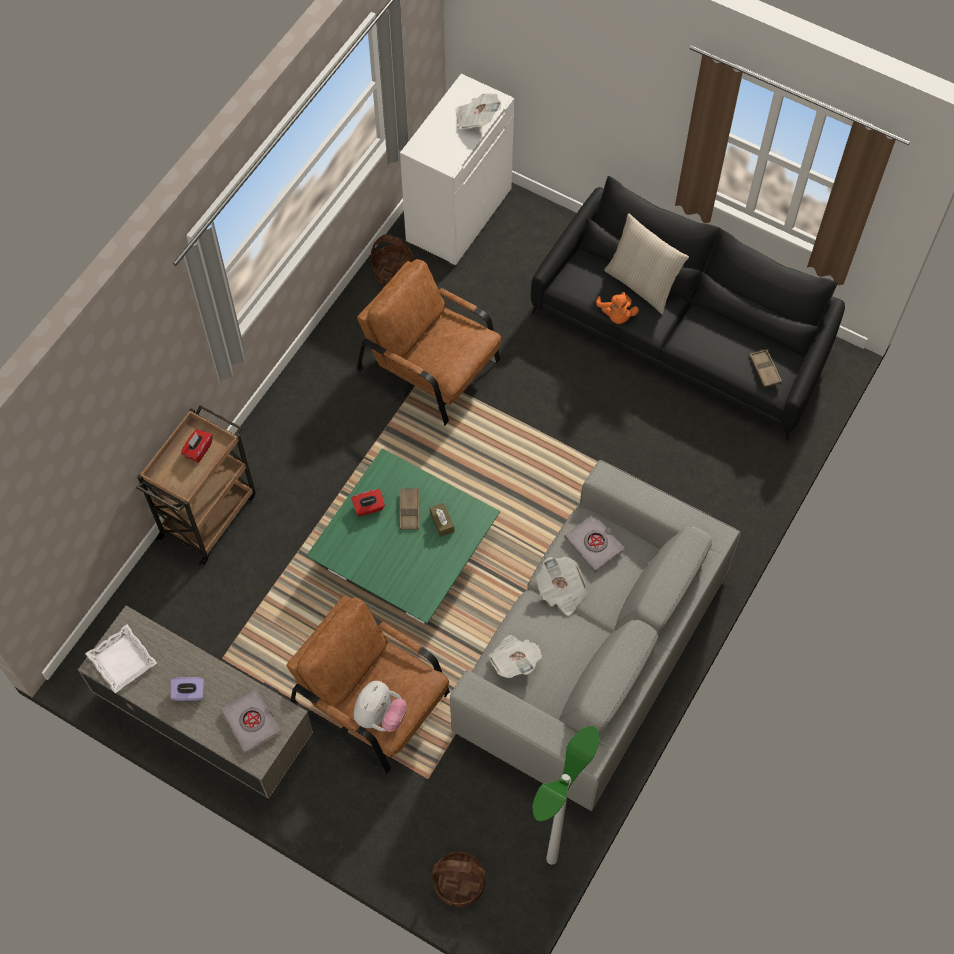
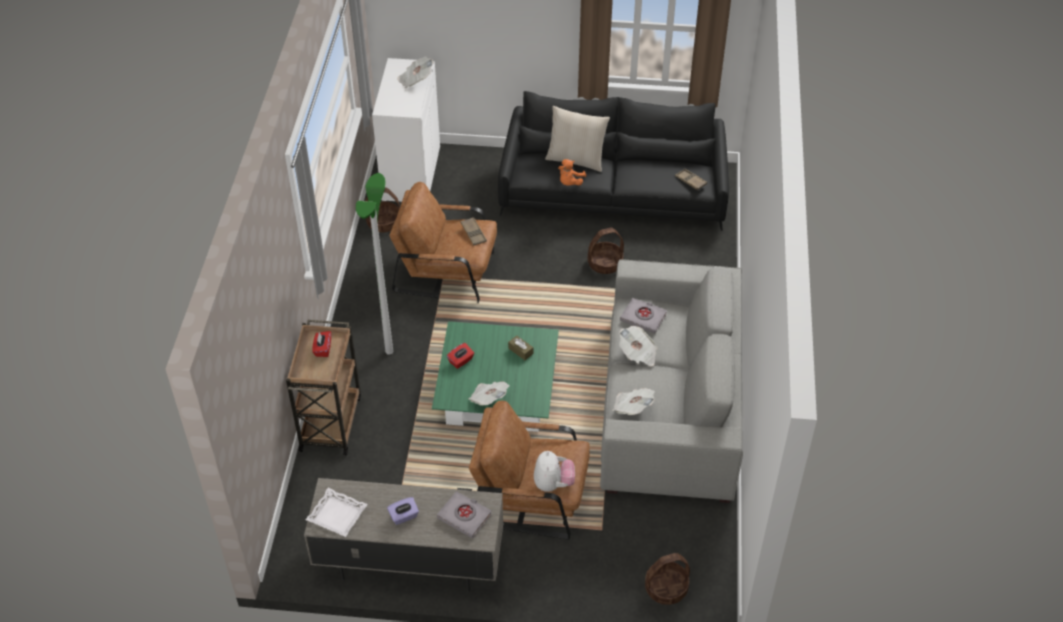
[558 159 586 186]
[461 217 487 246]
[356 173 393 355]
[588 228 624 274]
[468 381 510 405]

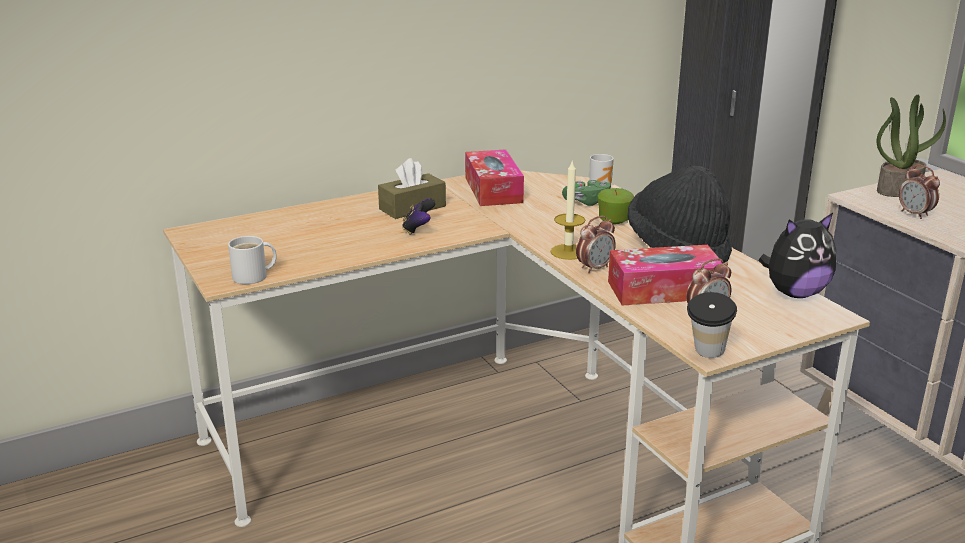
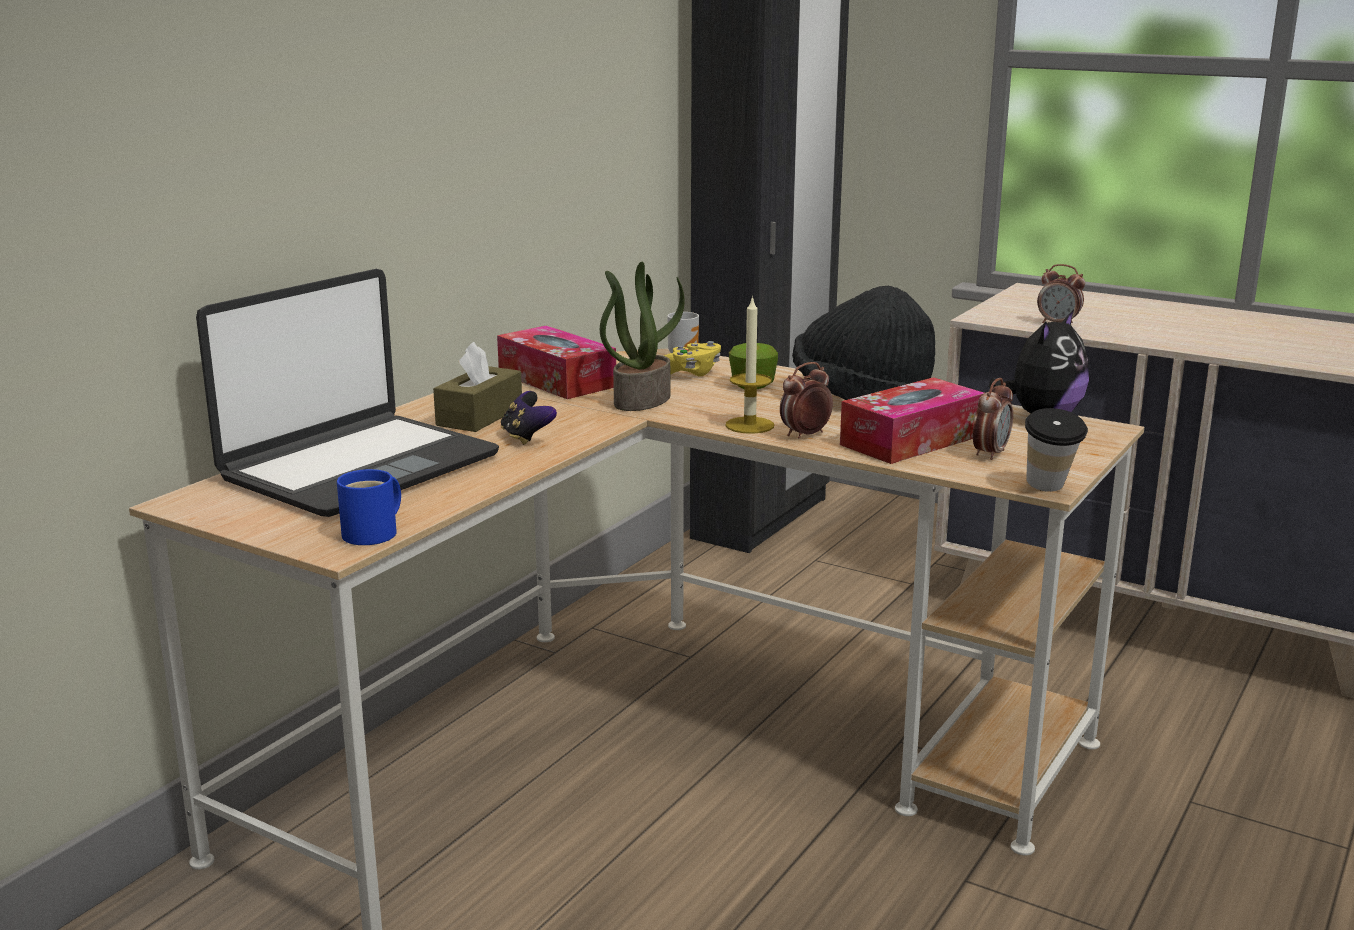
[600 262 685 411]
[664 341 721 376]
[780 362 833 438]
[337 469 401 545]
[196 269 499 517]

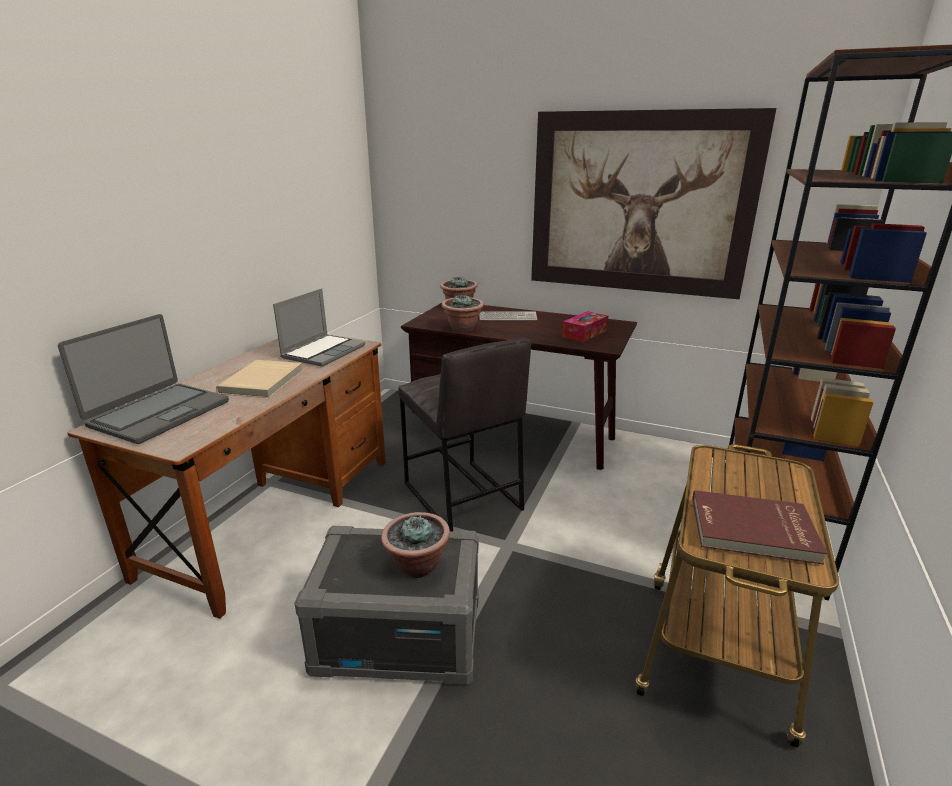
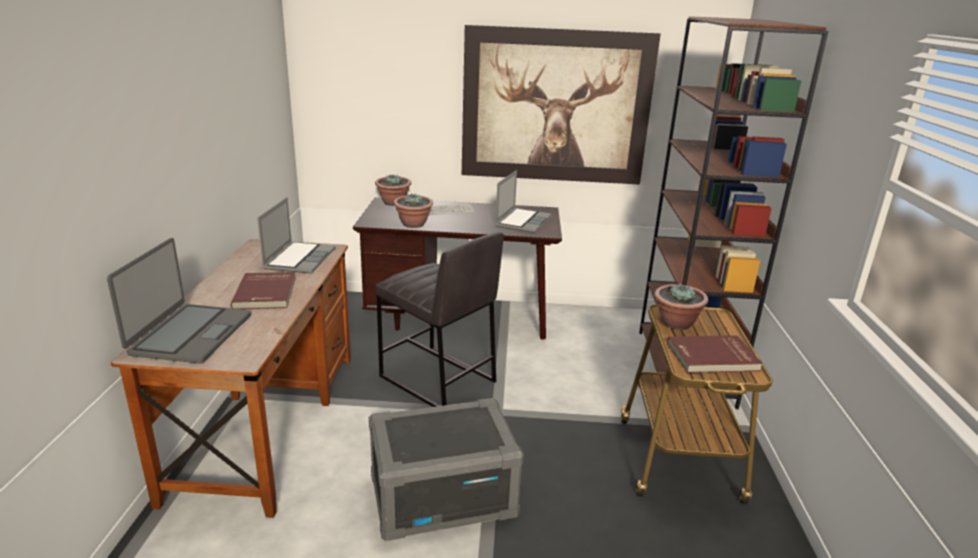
[495 170 551 233]
[231 272 296 309]
[654 283 708 330]

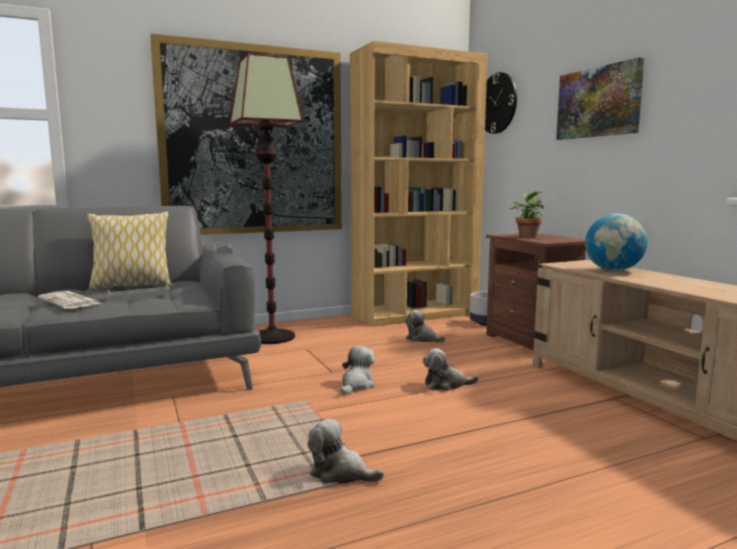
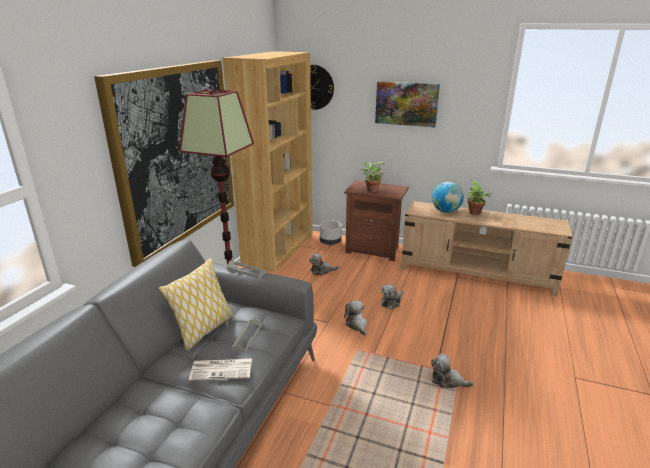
[431 353 474 388]
[468 181 490 215]

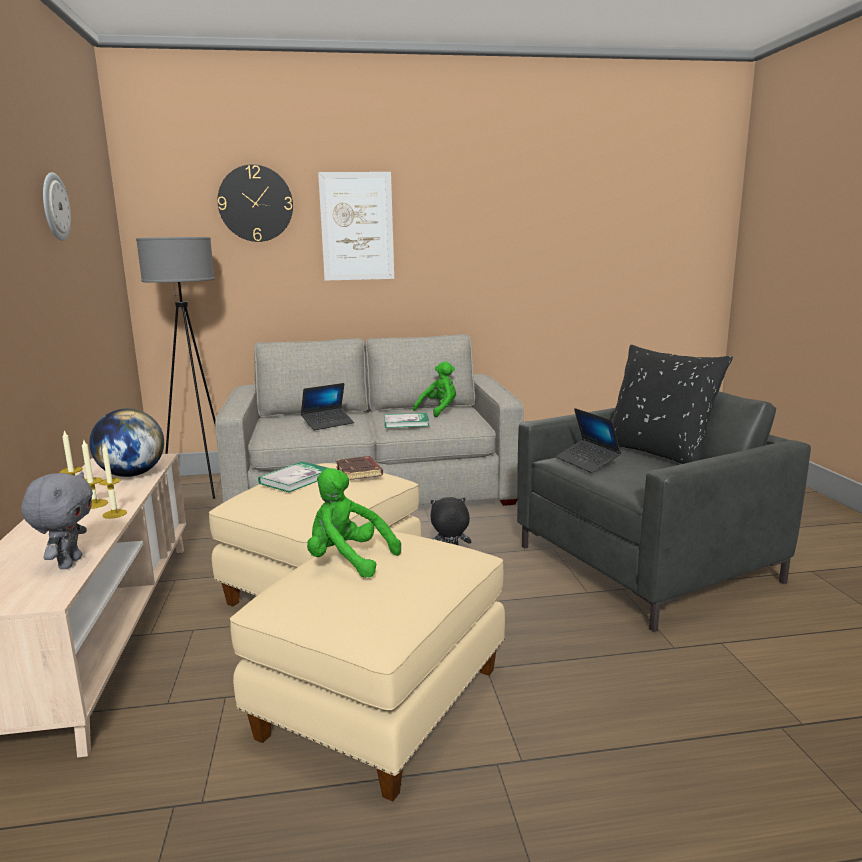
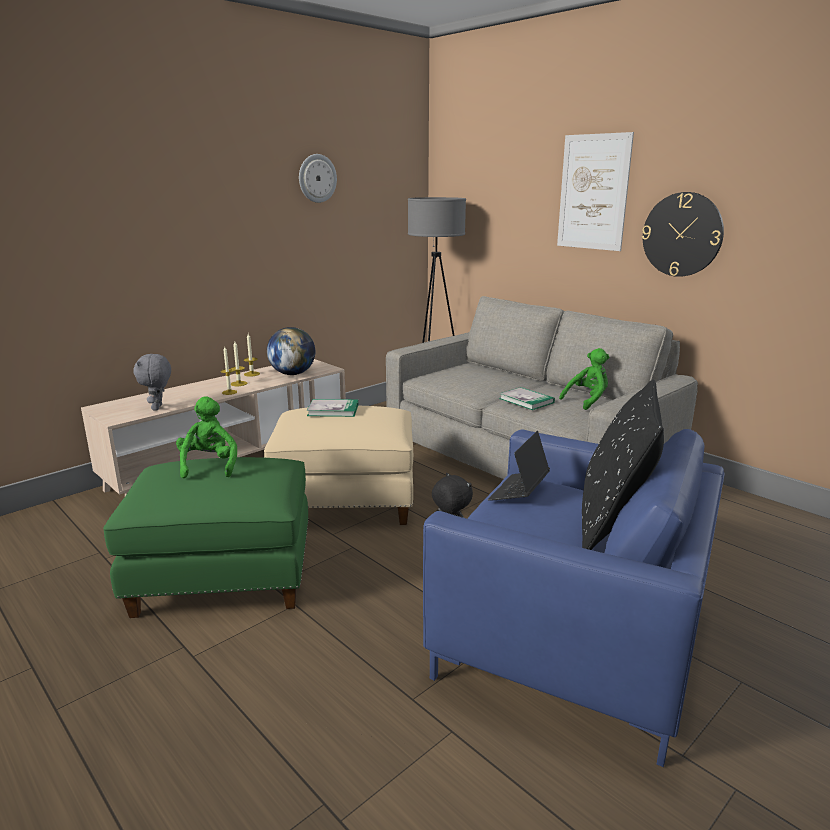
[642 192 724 277]
[559 348 609 410]
[301 383 354 430] (first image)
[423 429 725 767]
[336 456 383 480] (first image)
[133 354 171 410]
[103 457 309 618]

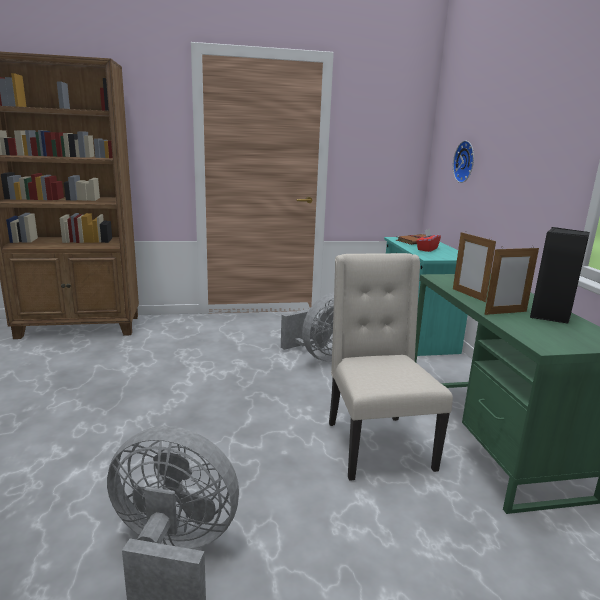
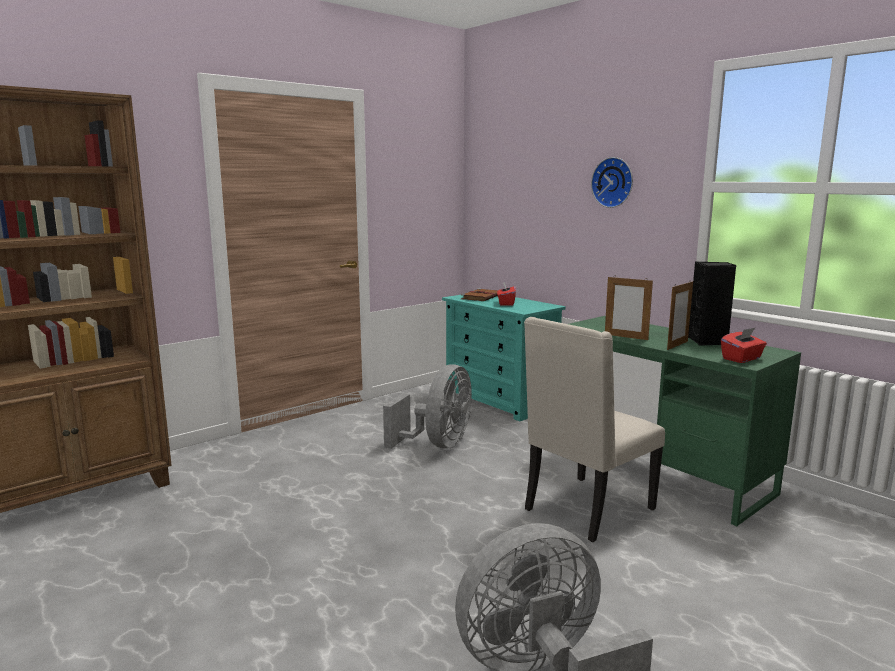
[591 157 633 208]
[524 317 665 542]
[721 328 767 363]

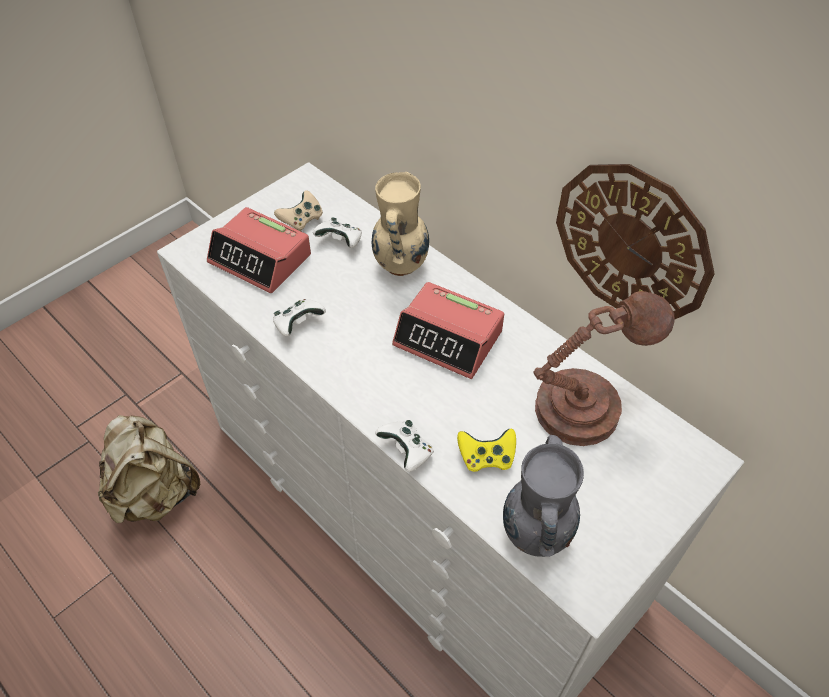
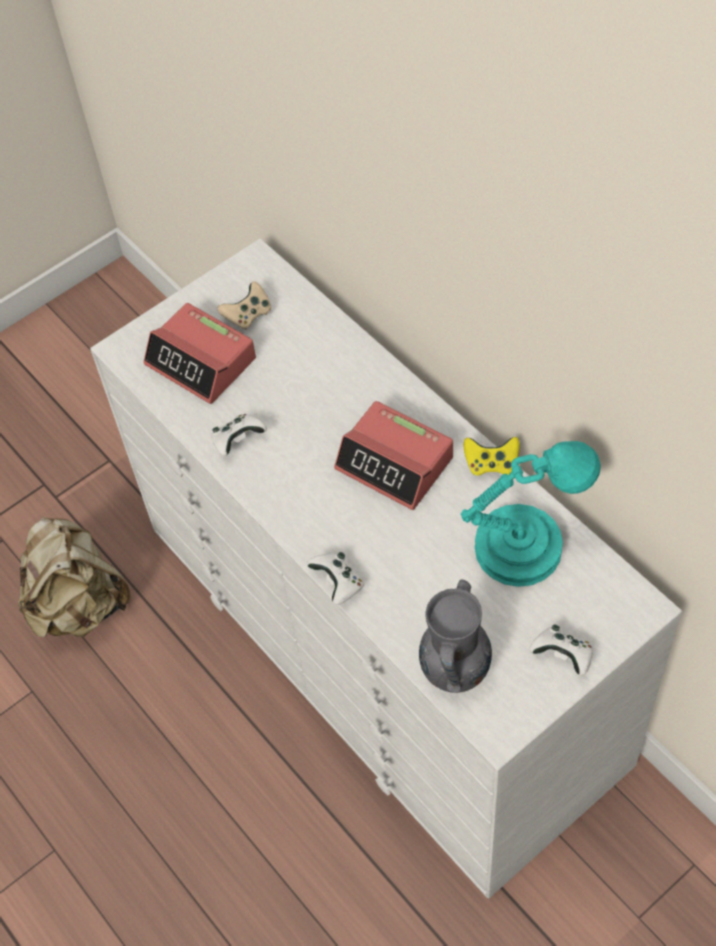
[556 164 715 319] (first image)
[372 172 429 276] (first image)
[530 624 593 676]
[461 441 601 587]
[464 437 520 476]

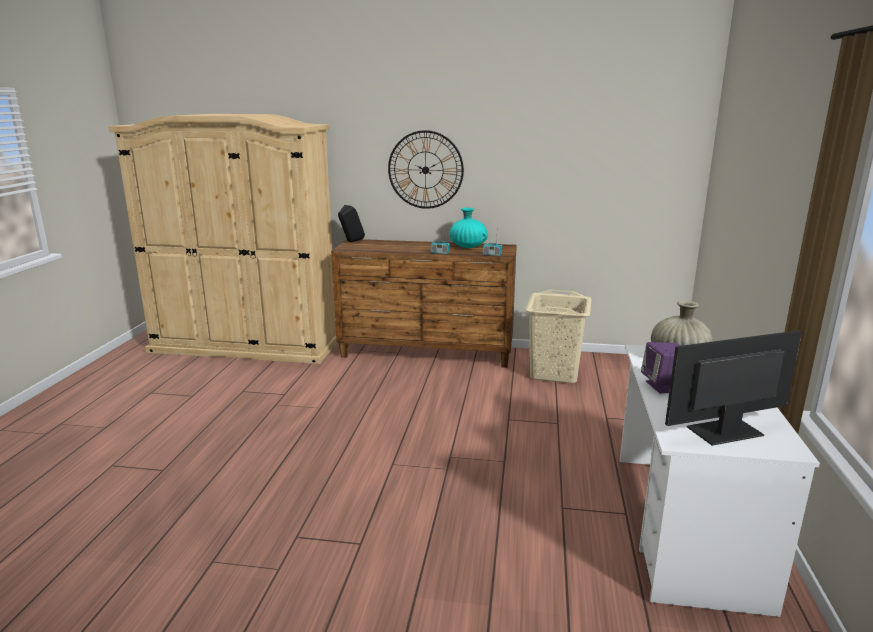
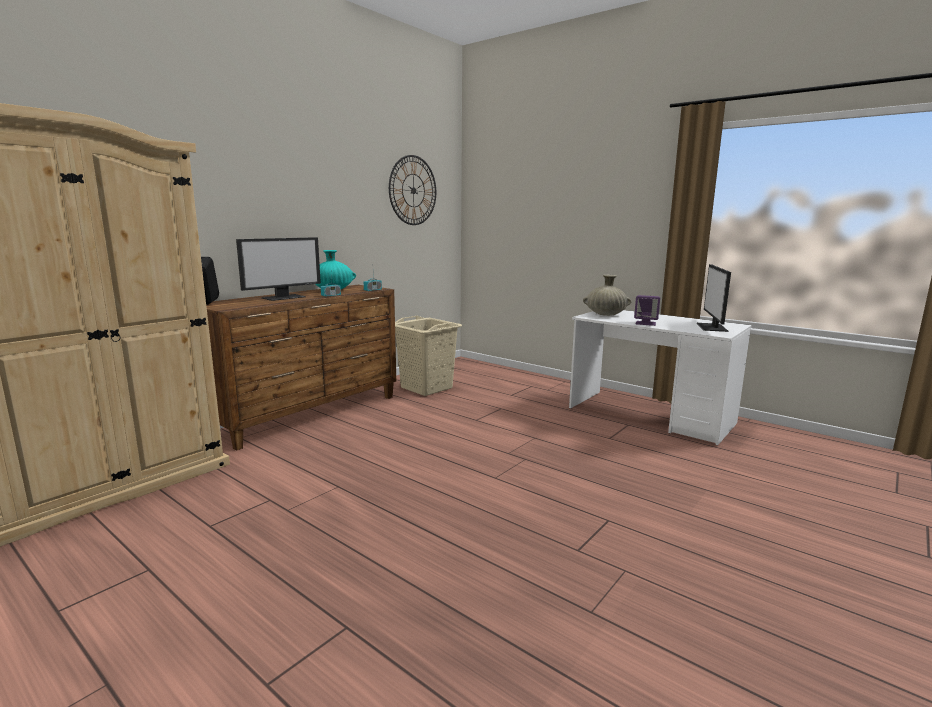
[389 155 436 225]
[236 237 321 301]

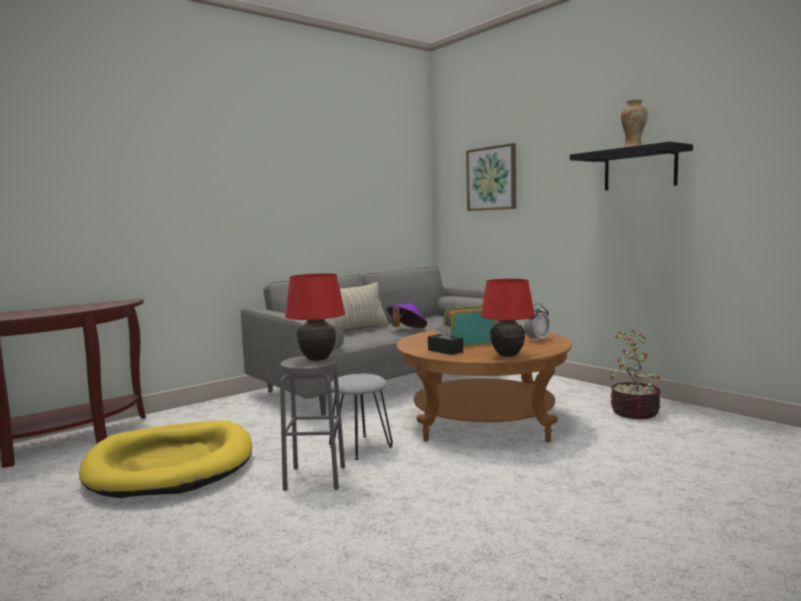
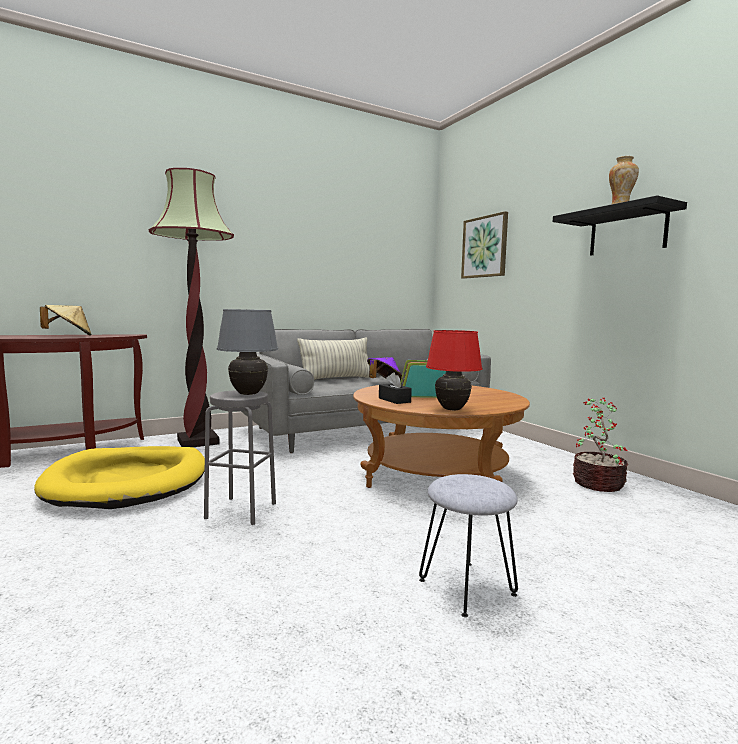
[217 309 278 395]
[524 303 550 342] (first image)
[419 474 518 617]
[149 168 234 447]
[40 305 92 336]

